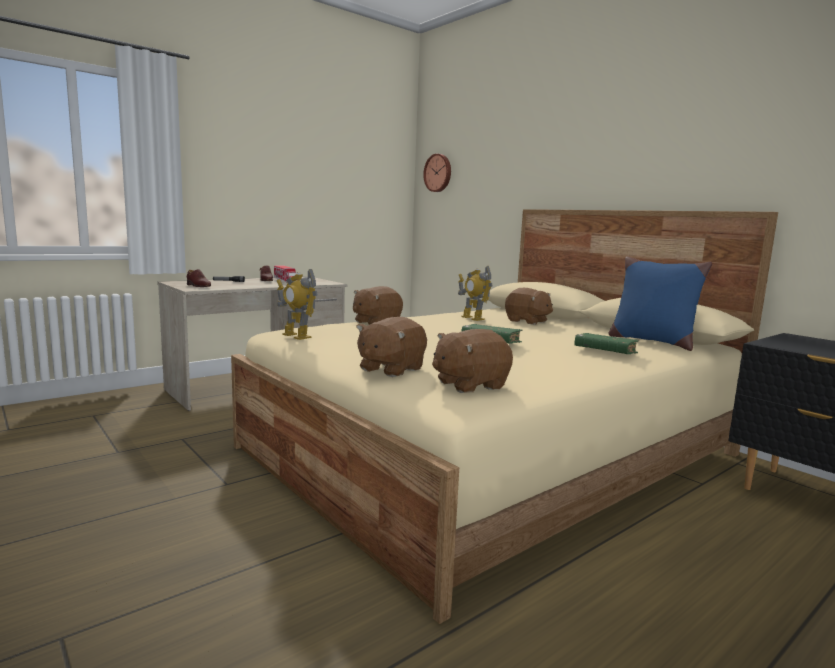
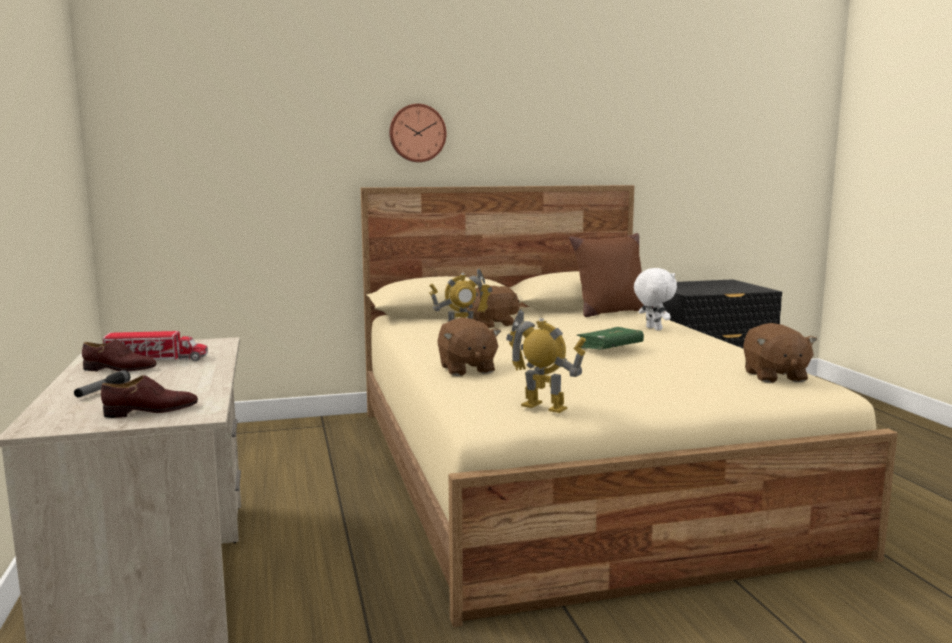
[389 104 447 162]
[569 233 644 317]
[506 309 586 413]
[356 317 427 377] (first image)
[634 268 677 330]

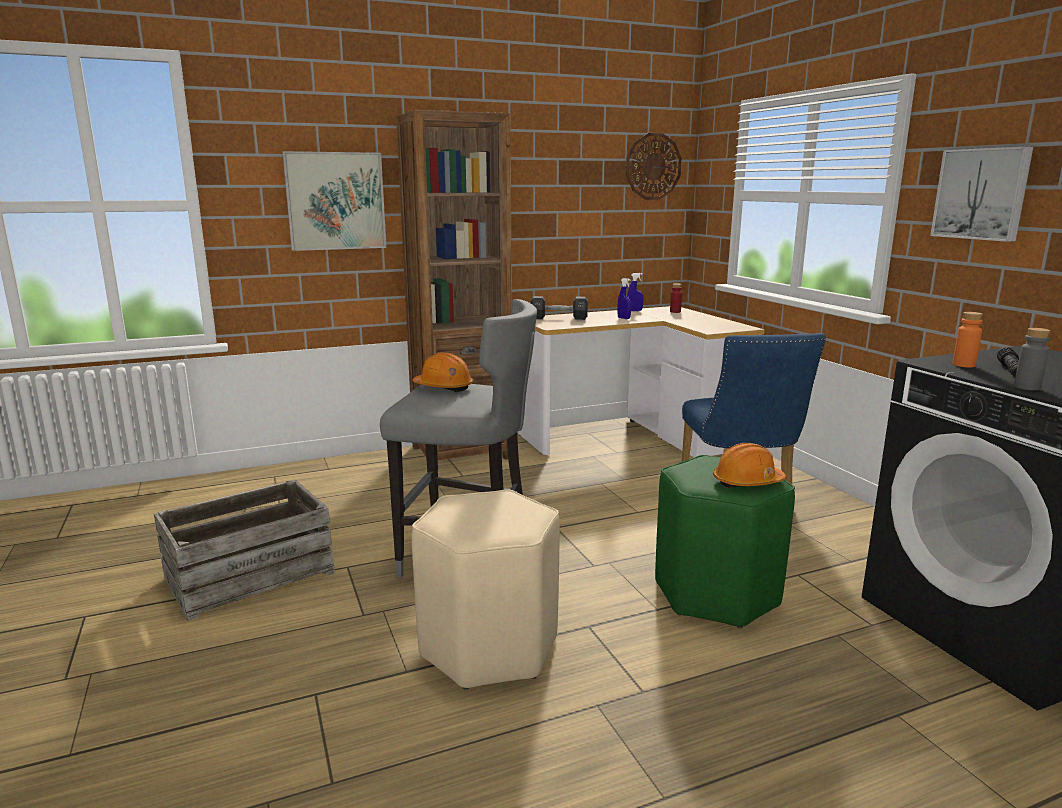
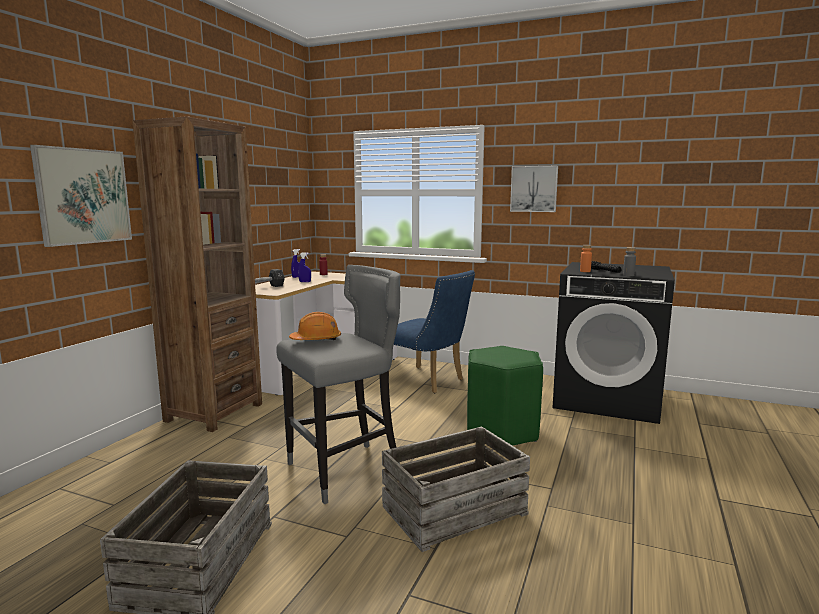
[626 133 682 200] (first image)
[713 443 786 488] (first image)
[382 427 530 552]

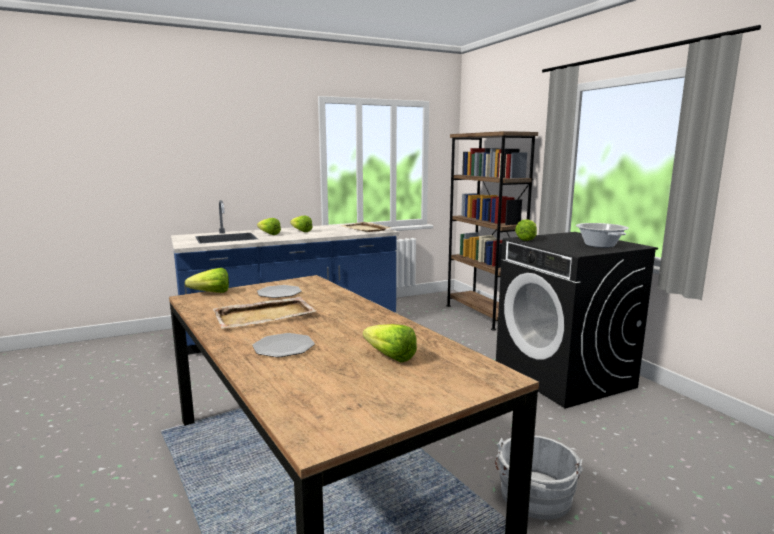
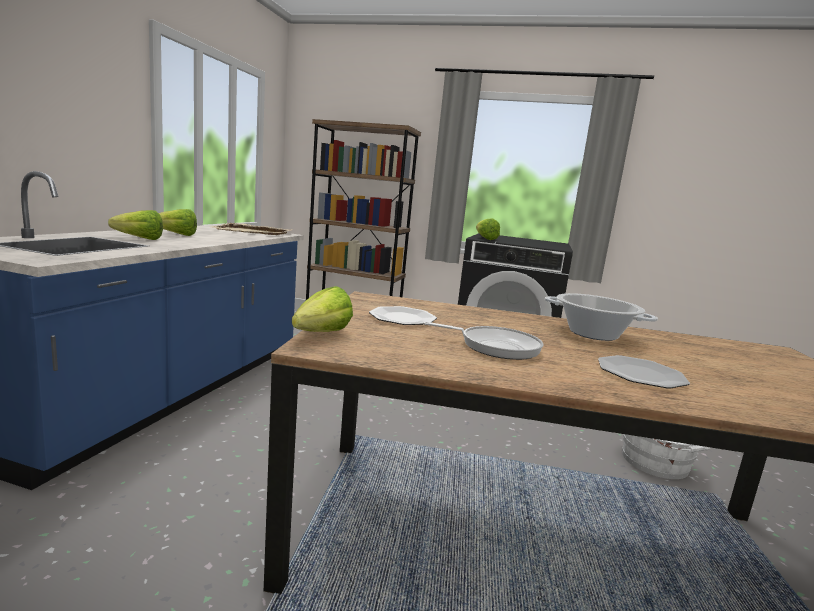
[545 293 658 341]
[423 322 543 360]
[363 324 417 363] (first image)

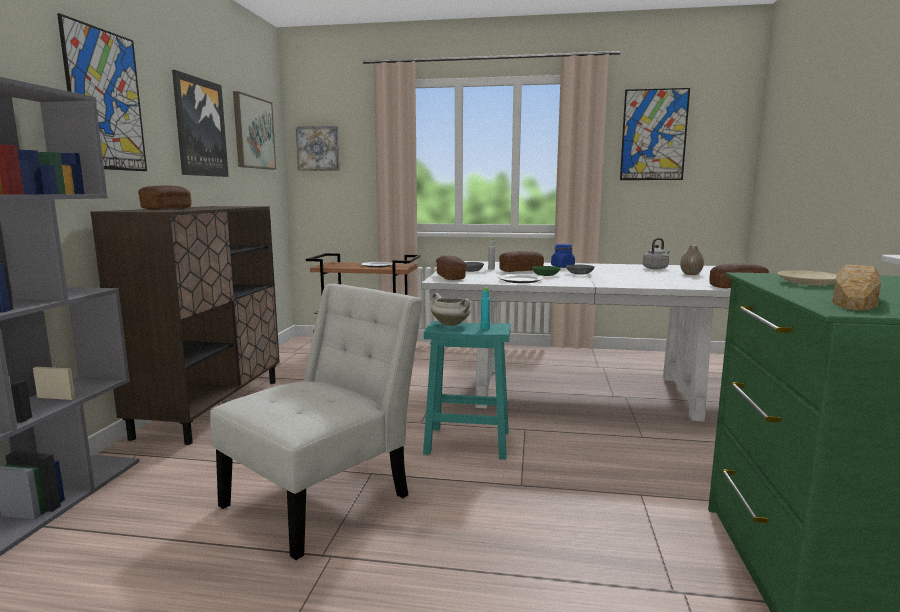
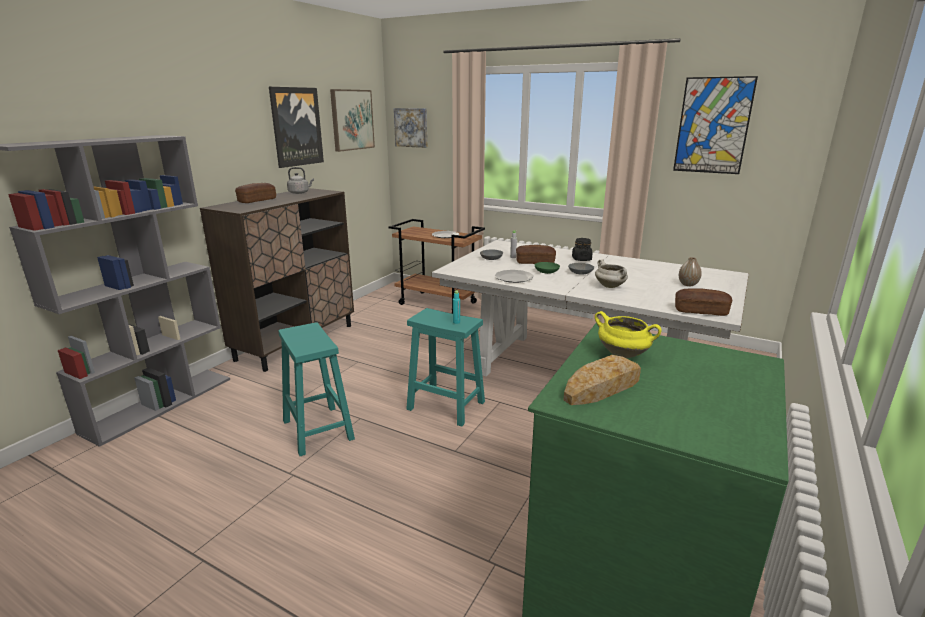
[57 13 147 171] (first image)
[287 167 314 194]
[572 238 592 261]
[436 256 466 280] (first image)
[595 311 662 358]
[278 322 355 456]
[595 259 628 288]

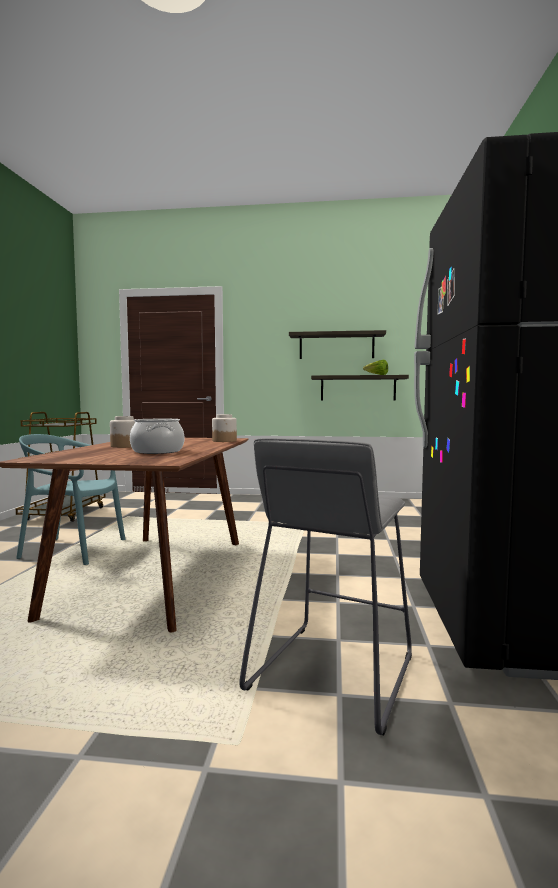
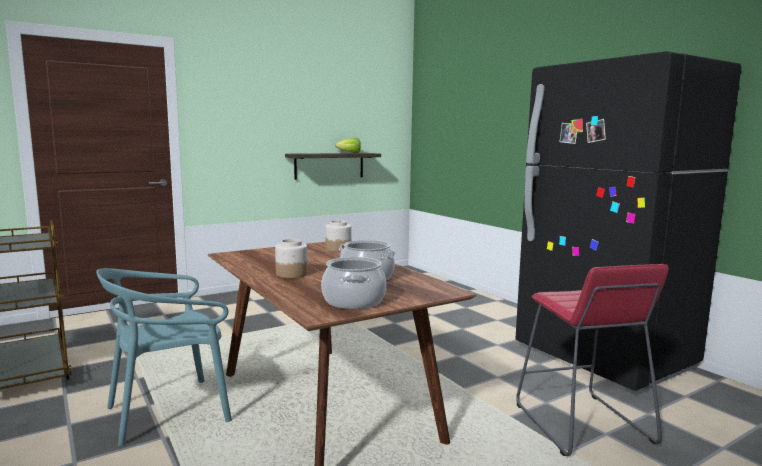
[289 330 386 359] (first image)
[516 264 669 456]
[321 257 386 309]

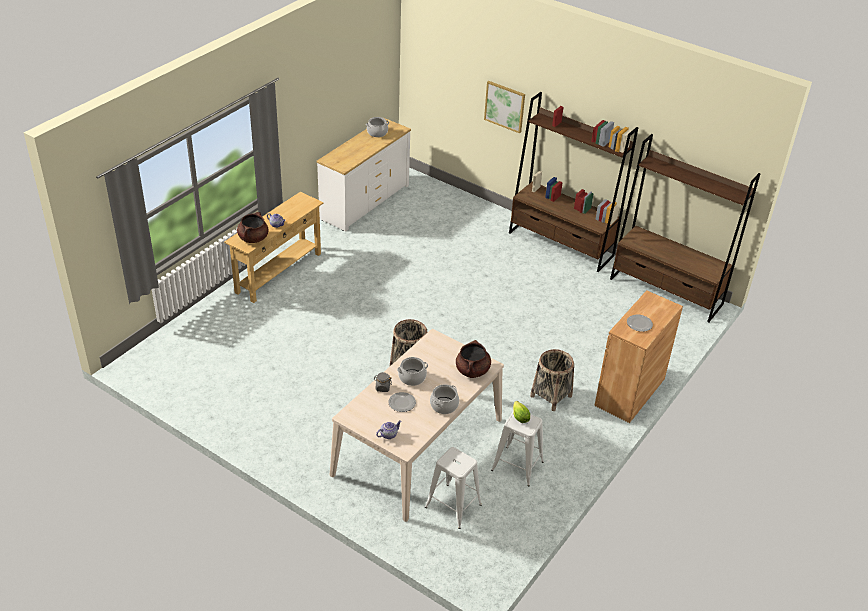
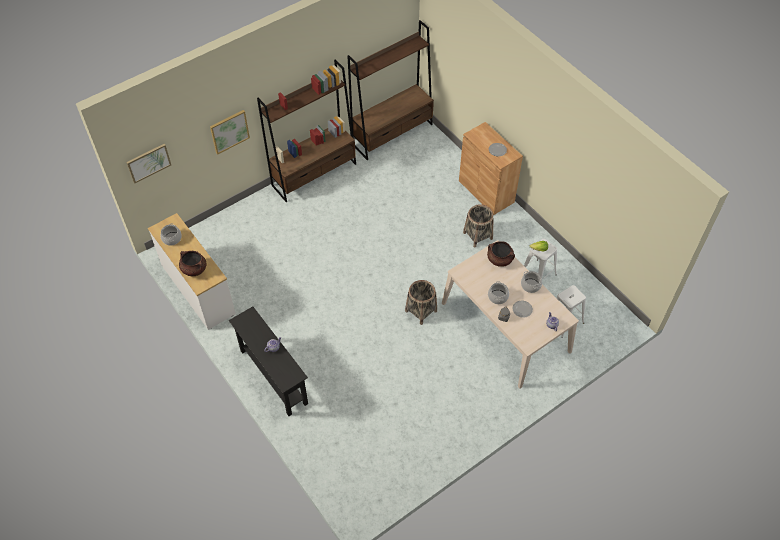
[229 306 308 416]
[179 251 207 276]
[126 144 171 184]

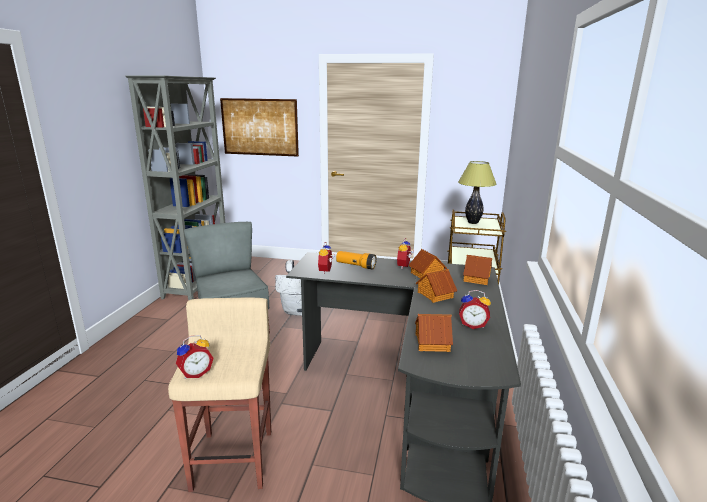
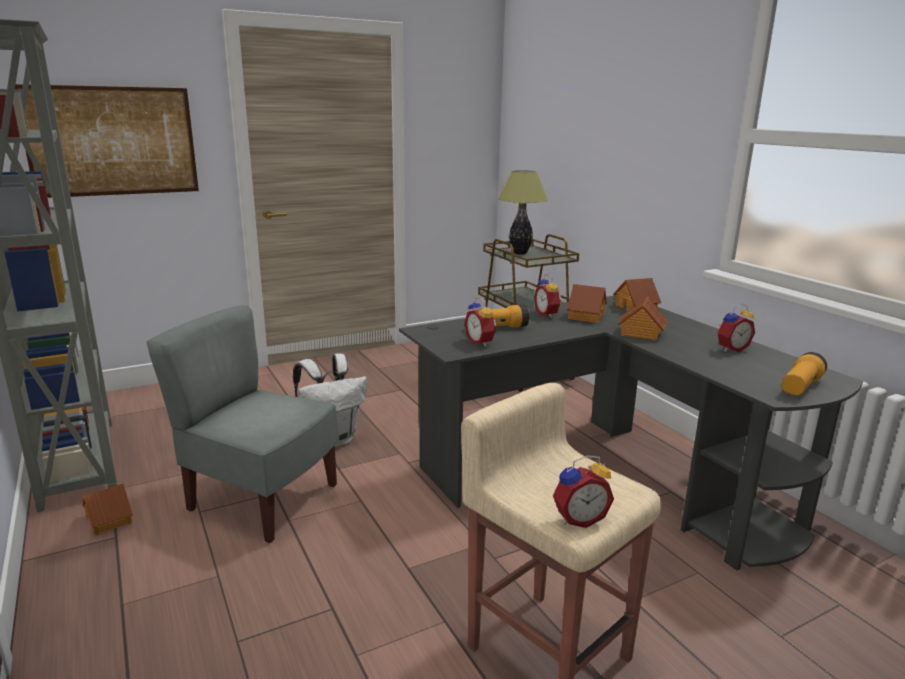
[83 483 133 535]
[553 455 614 528]
[782 352 827 395]

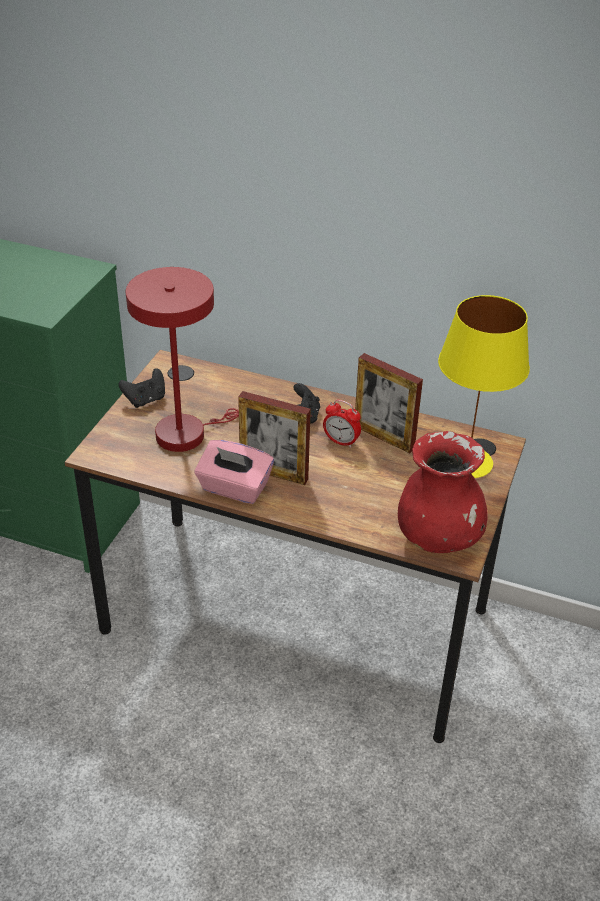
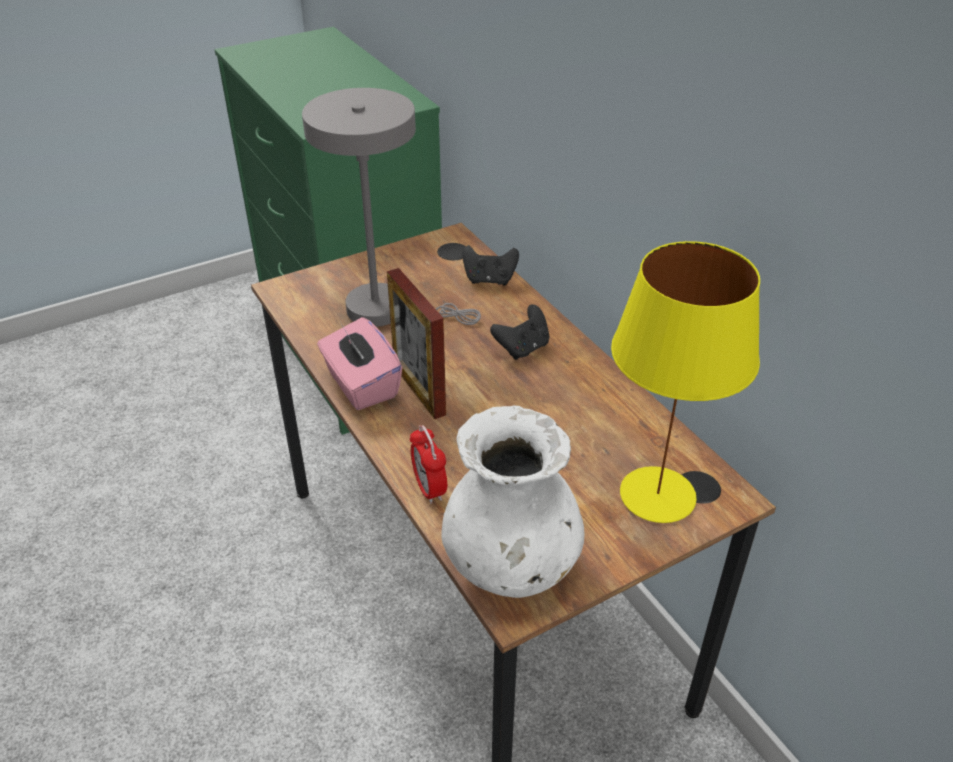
[302 88 481 327]
[355 353 423 453] (first image)
[462 245 519 286]
[410 425 447 504]
[441 406 585 598]

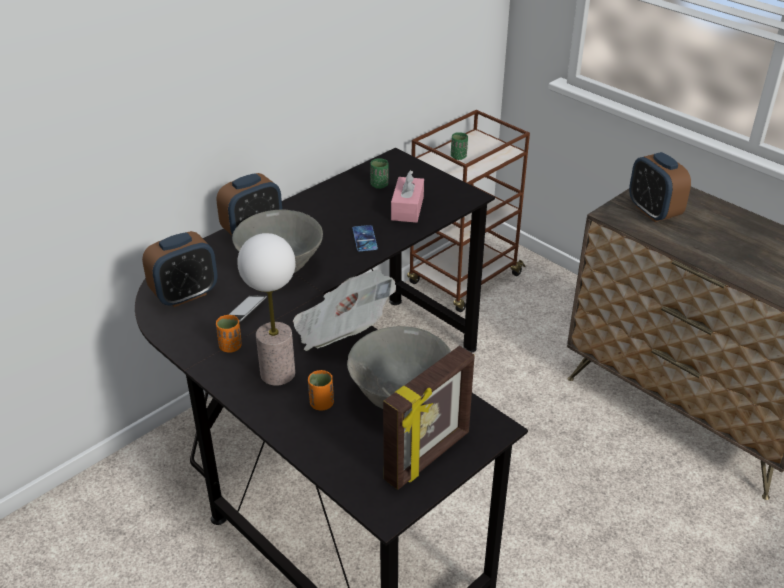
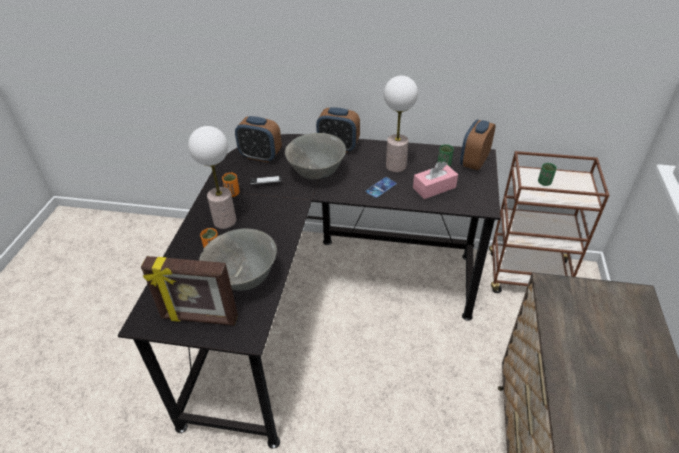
[460 119 496 170]
[293 269 396 351] (first image)
[384 76 418 172]

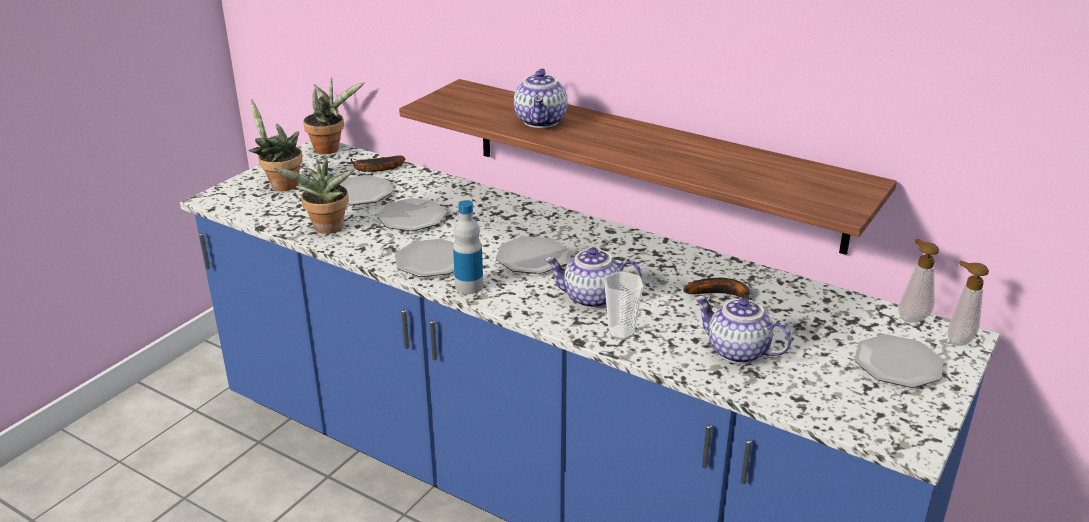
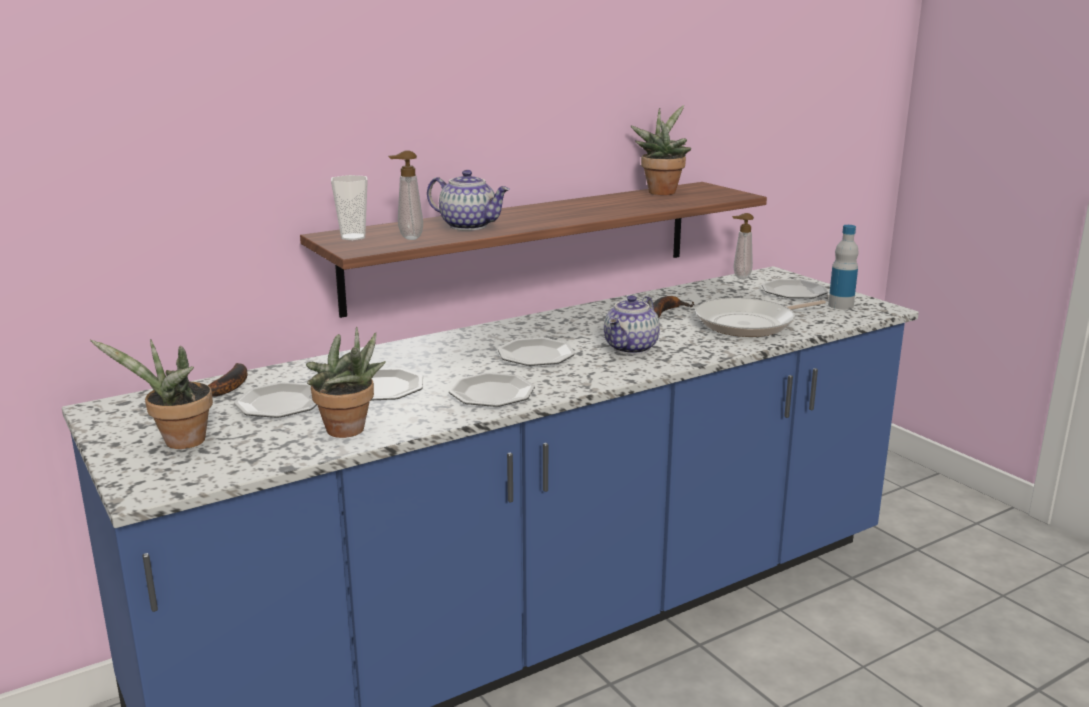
[631 105 691 195]
[828 225 859 309]
[389 150 423 240]
[331 175 368 240]
[695 298 826 337]

